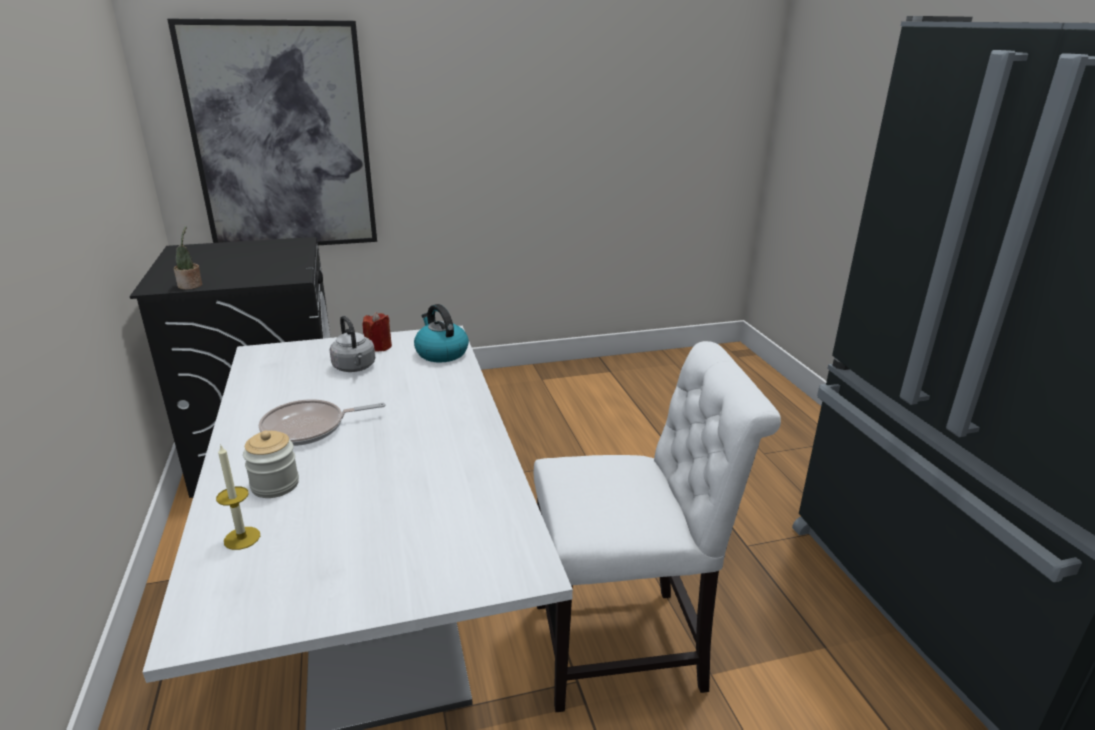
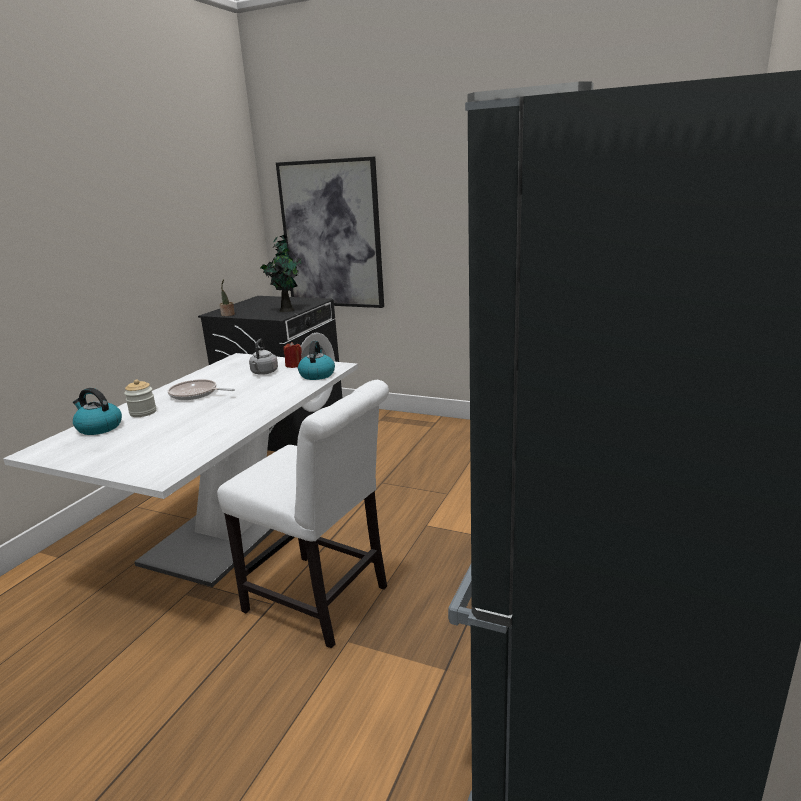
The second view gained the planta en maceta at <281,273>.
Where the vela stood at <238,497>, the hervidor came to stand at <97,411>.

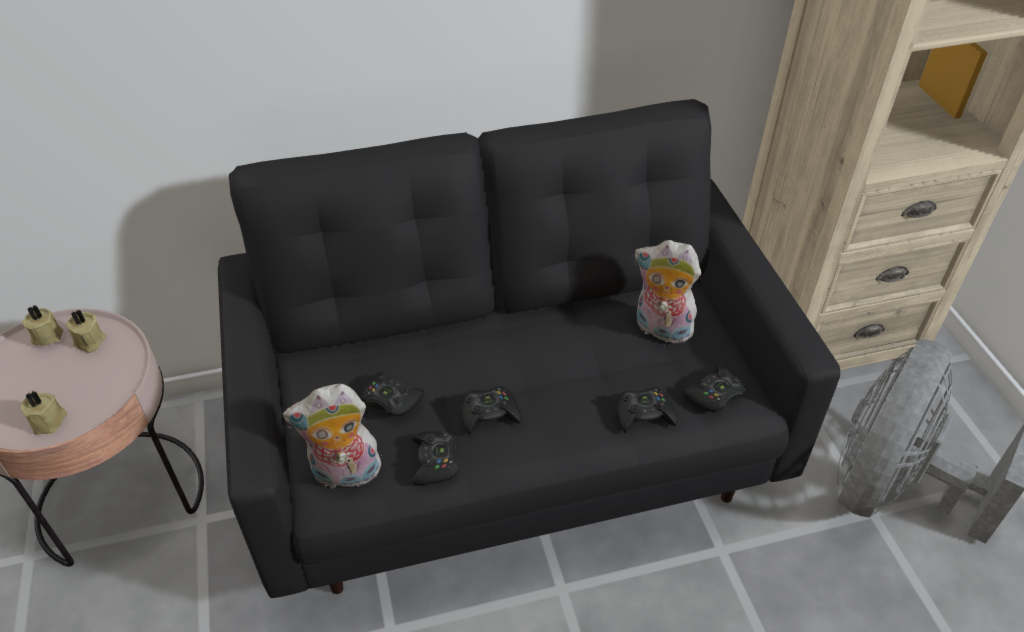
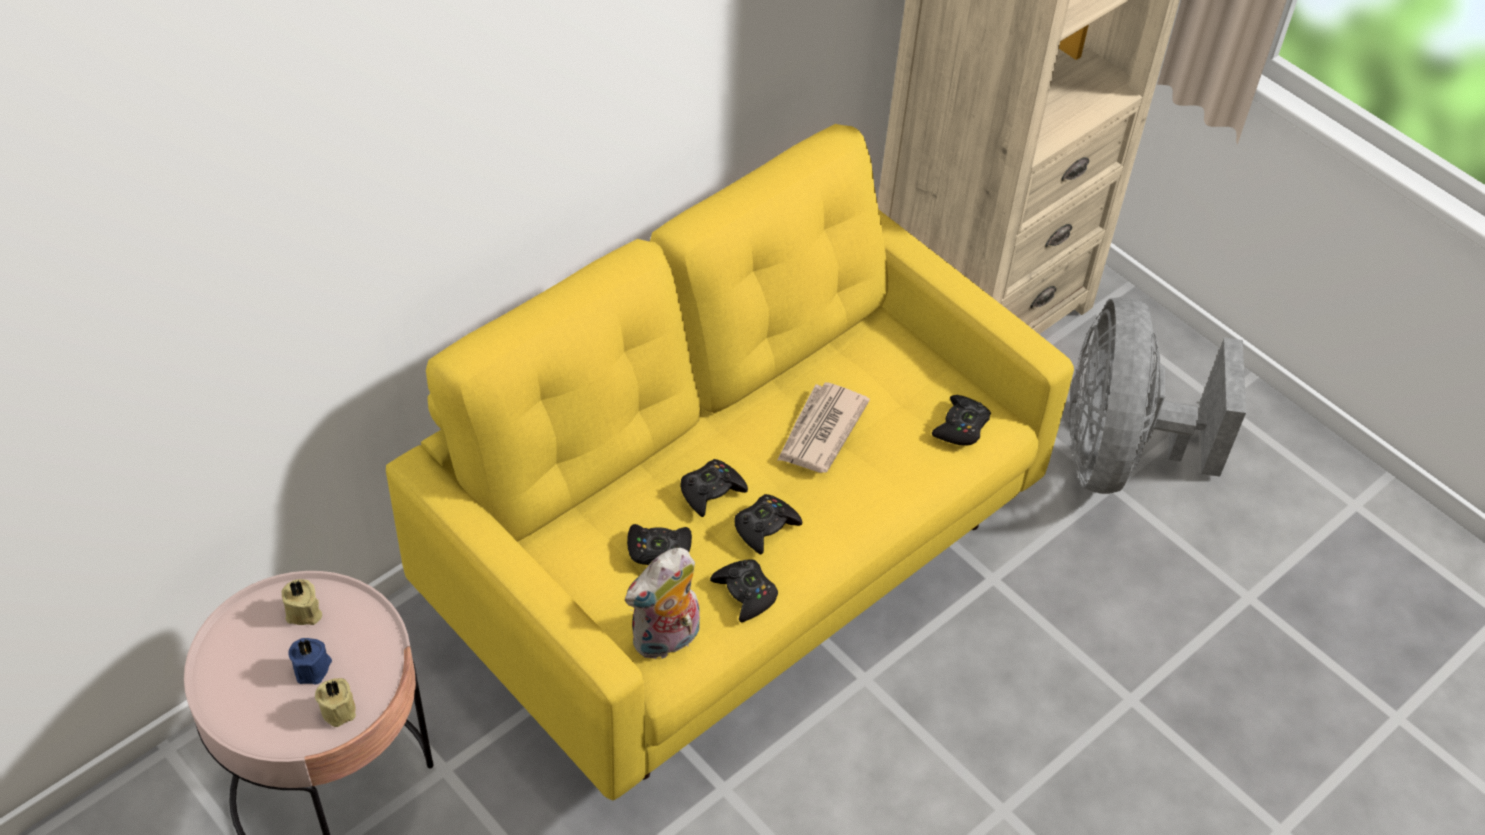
The second view lost the vela (beis) at <43,326>.
The second view lost the peluche at <668,291>.
The second view gained the vela (azul) at <310,661>.
The second view gained the periódico at <823,427>.
The mando de consola (negro) ended up elsewhere, having gone from <647,410> to <714,488>.
What was the sofá (negro) at <529,348> turned into the sofá (amarillo) at <730,462>.

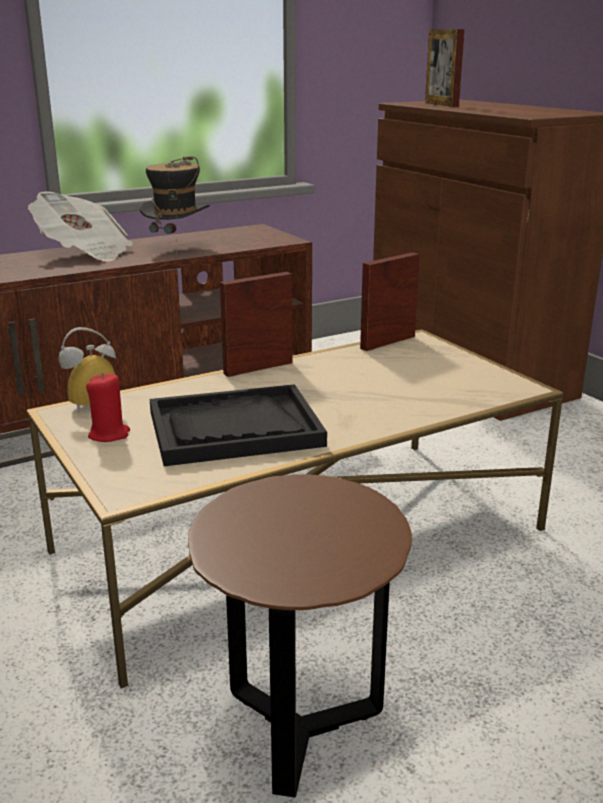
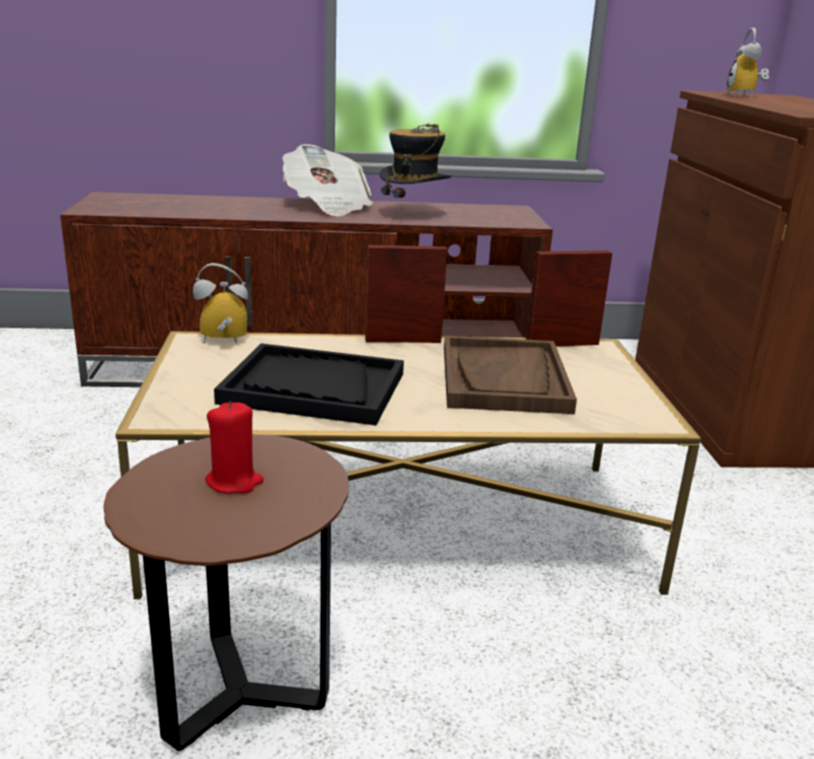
The second view gained the bandeja (marrón) at <510,375>.
The vela (rojo) ended up elsewhere, having gone from <108,407> to <234,448>.
Where the portarretratos stood at <445,68>, the despertador came to stand at <748,63>.

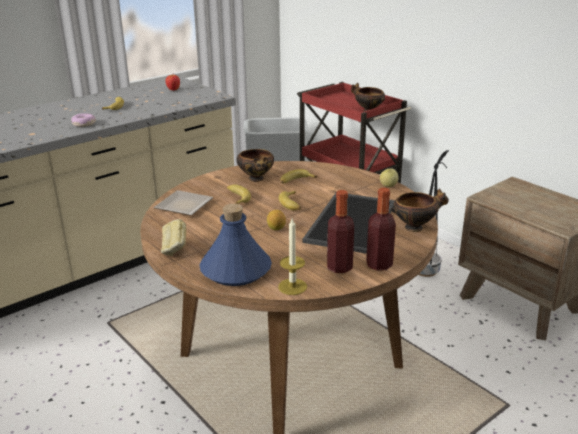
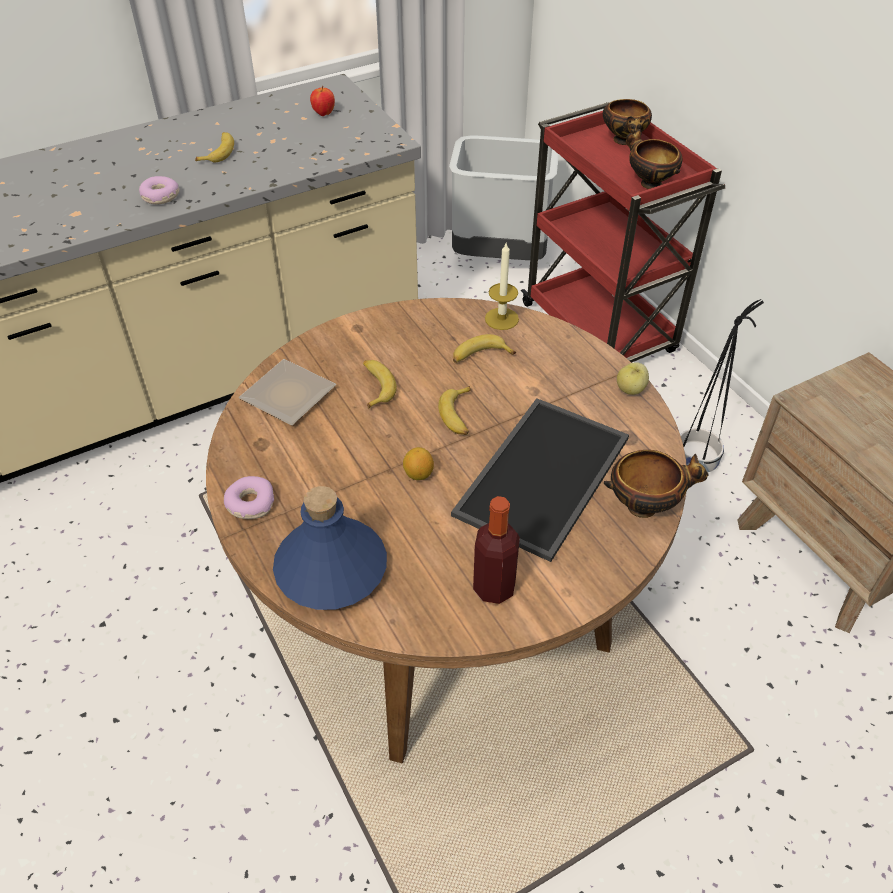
The second view lost the botella at <381,229>.
The cuenco ended up elsewhere, having gone from <255,165> to <627,122>.
The vela ended up elsewhere, having gone from <292,257> to <502,286>.
Where the pan stood at <173,237>, the rosquilla came to stand at <249,497>.

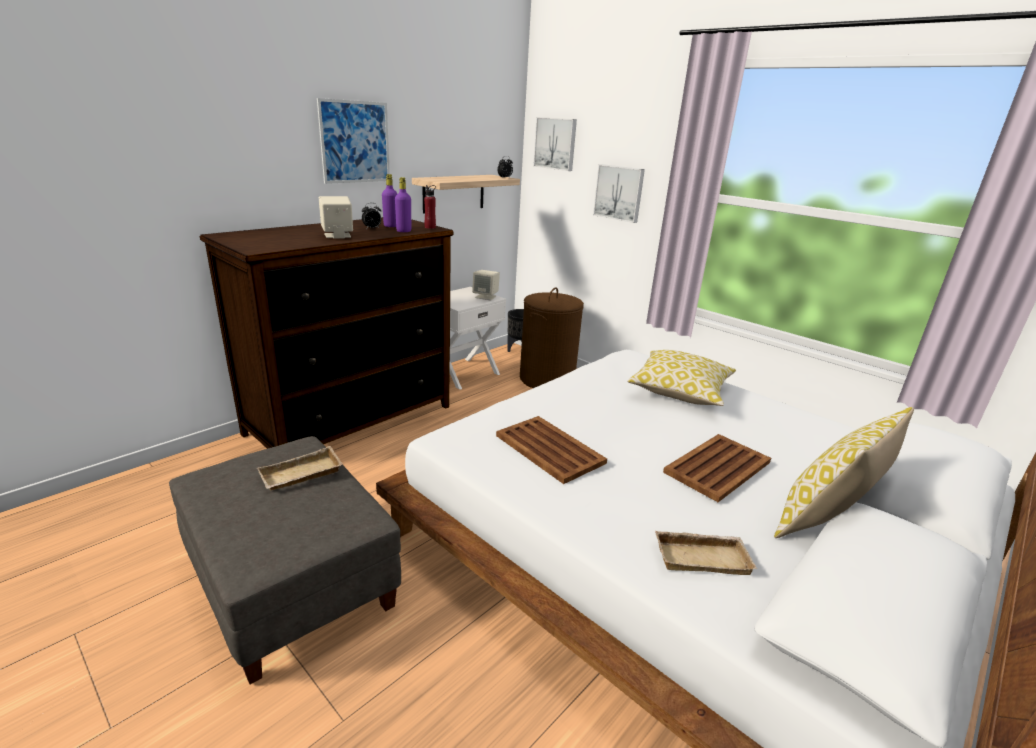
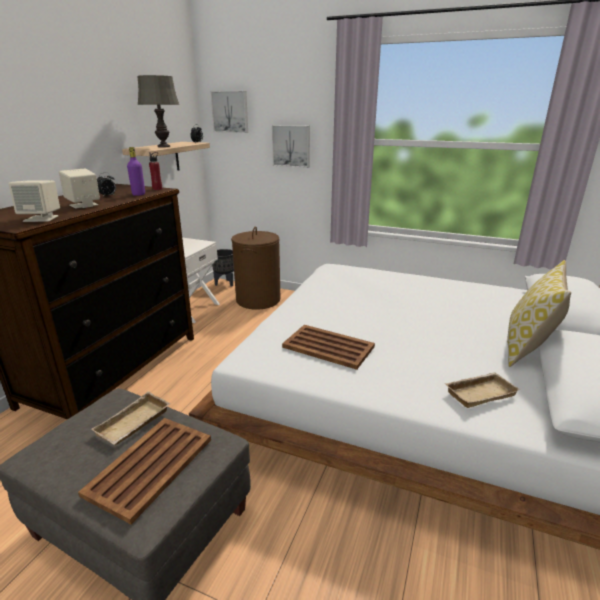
The second view lost the cuadro at <353,141>.
The second view lost the botella (morado) at <389,200>.
The second view lost the cojín at <681,378>.
The second view gained the lámpara de mesa (gris) at <158,111>.
The altavoz (beis) ended up elsewhere, having gone from <486,285> to <34,201>.
The bandeja (marrón) ended up elsewhere, having gone from <717,468> to <144,471>.

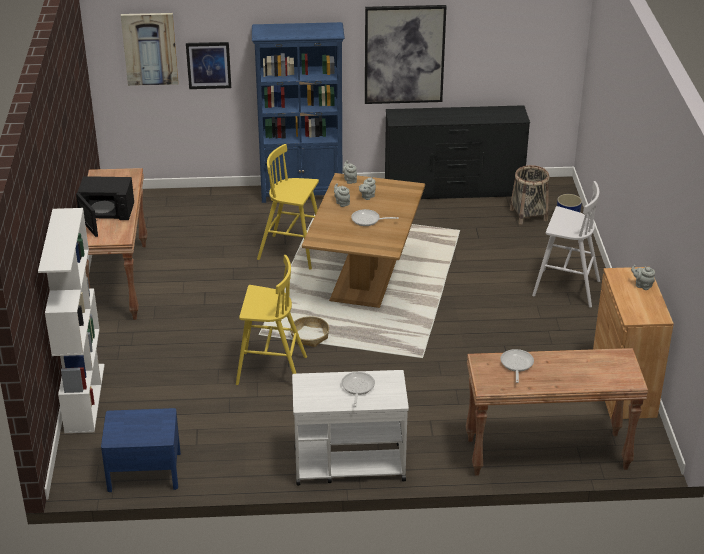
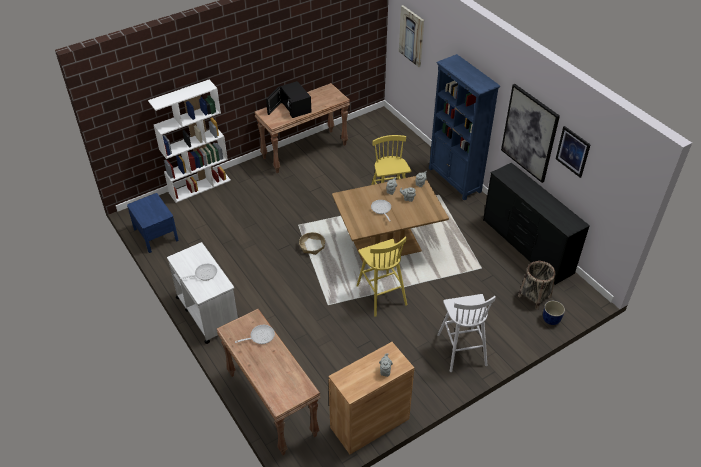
The cuadro ended up elsewhere, having gone from <208,65> to <573,152>.
The taburete (amarillo) ended up elsewhere, having gone from <271,320> to <381,276>.

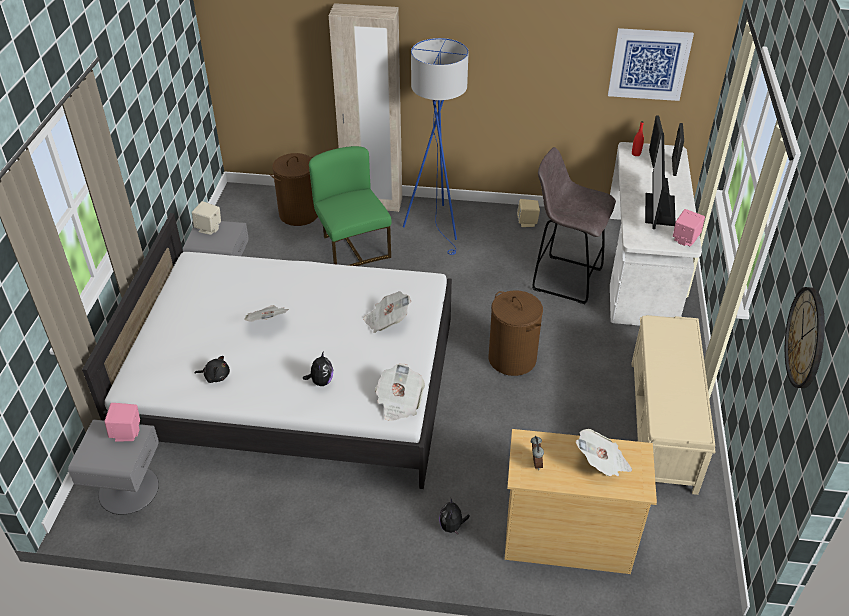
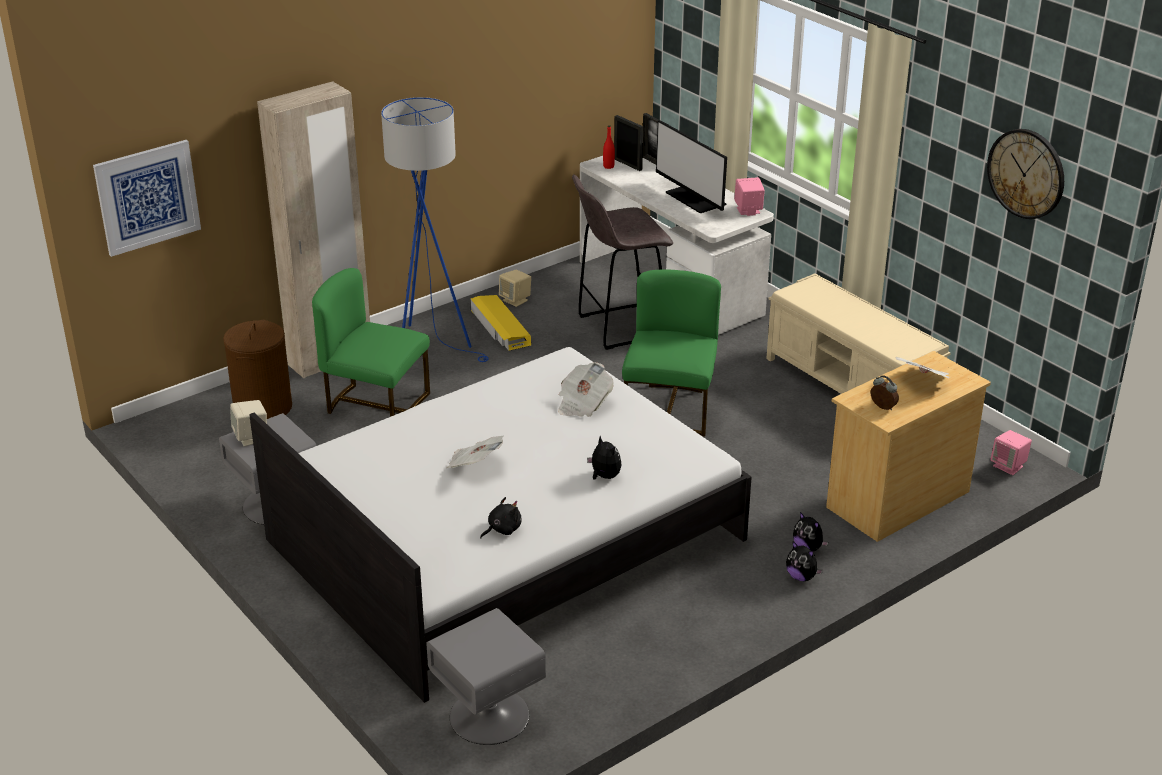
The second view lost the periódico at <400,392>.
The second view gained the caja de almacenaje (amarillo) at <500,323>.
The second view gained the peluche at <804,561>.
The altavoz (rosa) ended up elsewhere, having gone from <122,422> to <1011,452>.
The cuadro ended up elsewhere, having gone from <651,64> to <147,198>.
Where the cesto de la ropa (marrón) stood at <516,333>, the silla (verde) came to stand at <671,353>.

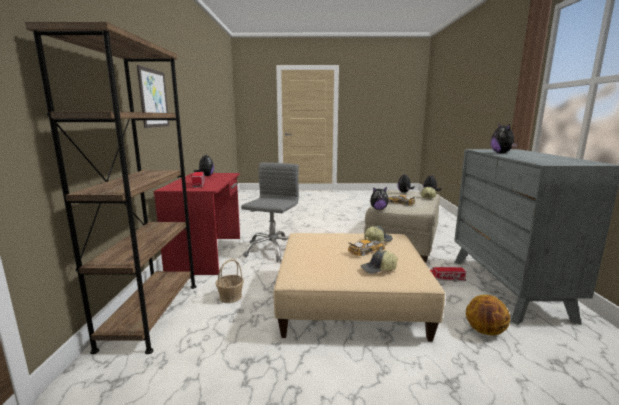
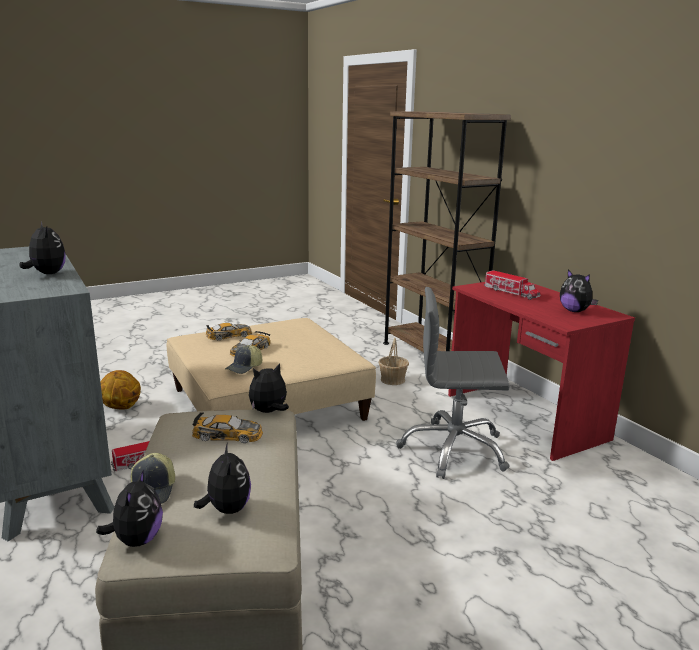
The second view lost the cuadro at <153,96>.
Where the gorra stood at <379,262>, the coche de juguete came to stand at <229,332>.
The silla de oficina (gris) at <270,212> ended up facing another way, 105 degrees clockwise from before.

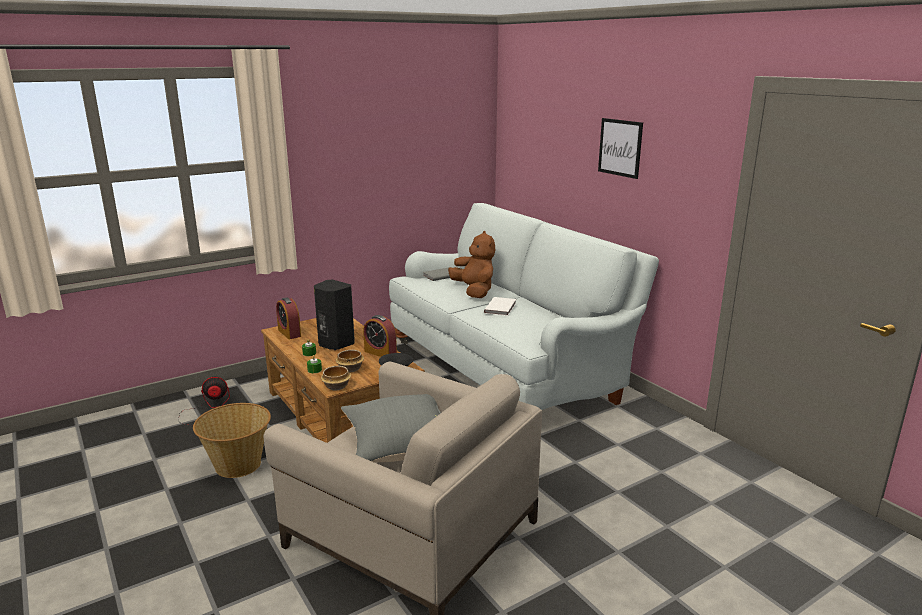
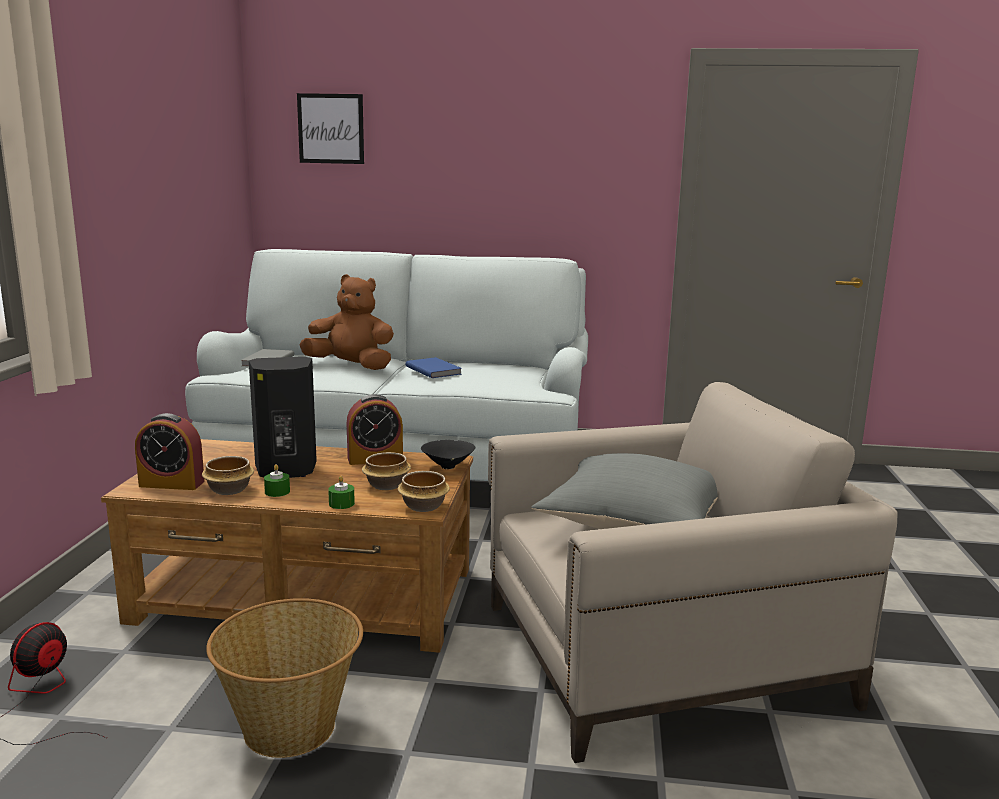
The second view gained the cuenco at <228,475>.
The cuadro ended up elsewhere, having gone from <620,148> to <330,128>.
What was the libro (blanco) at <500,306> turned into the libro (azul) at <434,367>.

